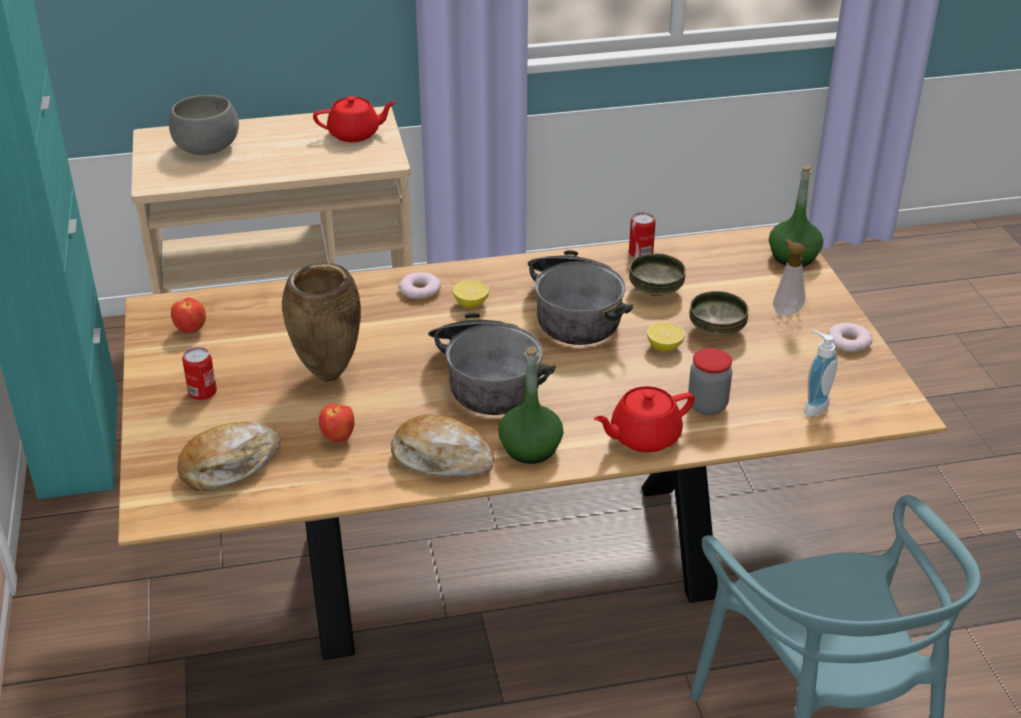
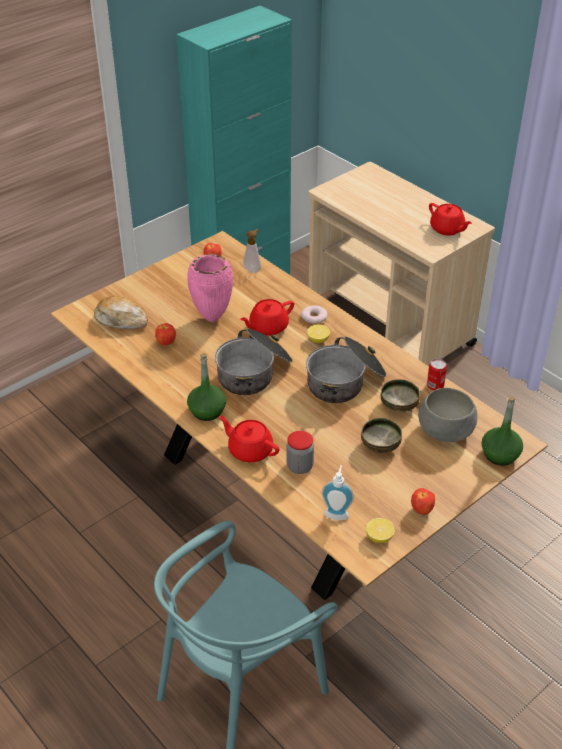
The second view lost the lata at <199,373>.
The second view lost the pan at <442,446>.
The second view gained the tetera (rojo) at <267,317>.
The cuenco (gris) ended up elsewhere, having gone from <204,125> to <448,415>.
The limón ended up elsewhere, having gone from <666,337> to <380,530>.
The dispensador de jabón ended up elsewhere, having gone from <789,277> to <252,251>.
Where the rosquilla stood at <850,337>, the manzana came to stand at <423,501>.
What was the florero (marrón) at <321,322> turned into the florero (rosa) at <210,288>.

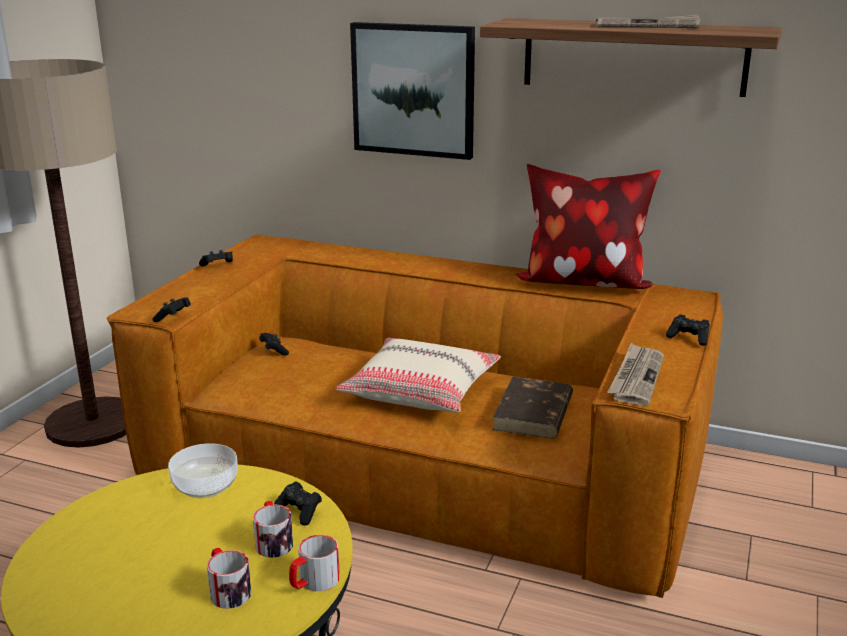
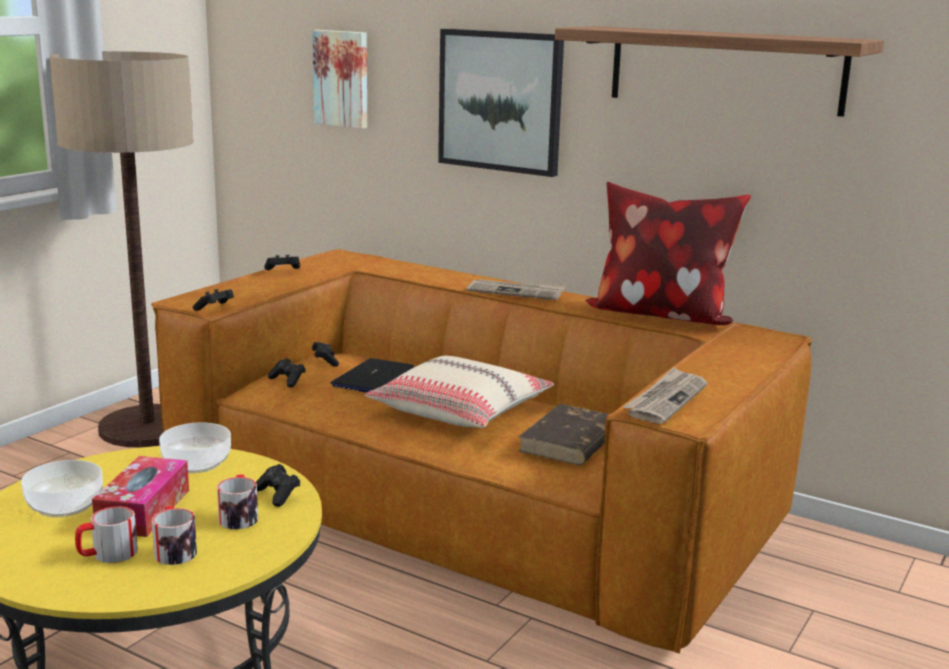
The second view gained the cuenco at <62,488>.
The second view gained the caja de pañuelos at <140,496>.
The second view gained the cuadro at <339,79>.
The second view gained the portátil at <372,375>.
The taza grande ended up elsewhere, having gone from <314,563> to <106,534>.
The periódico ended up elsewhere, having gone from <648,21> to <516,289>.
The mando de consola (negro) ended up elsewhere, having gone from <688,330> to <287,373>.

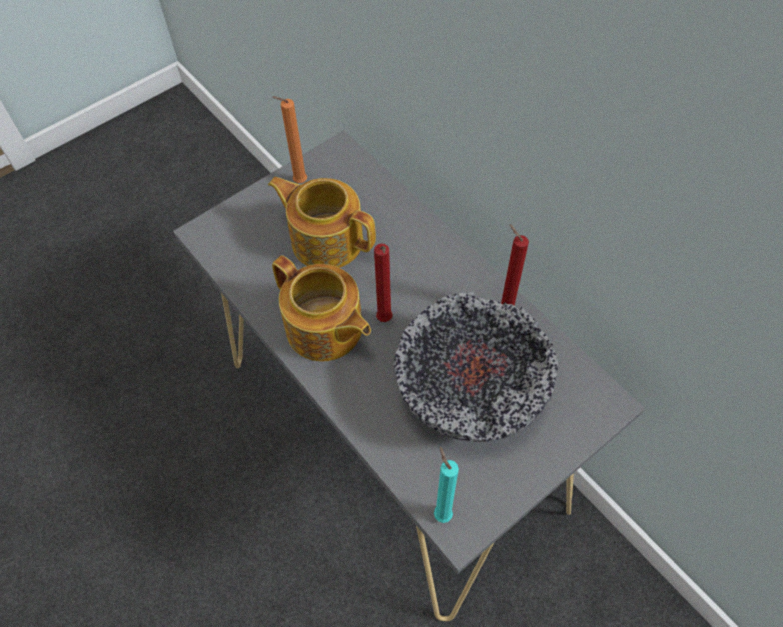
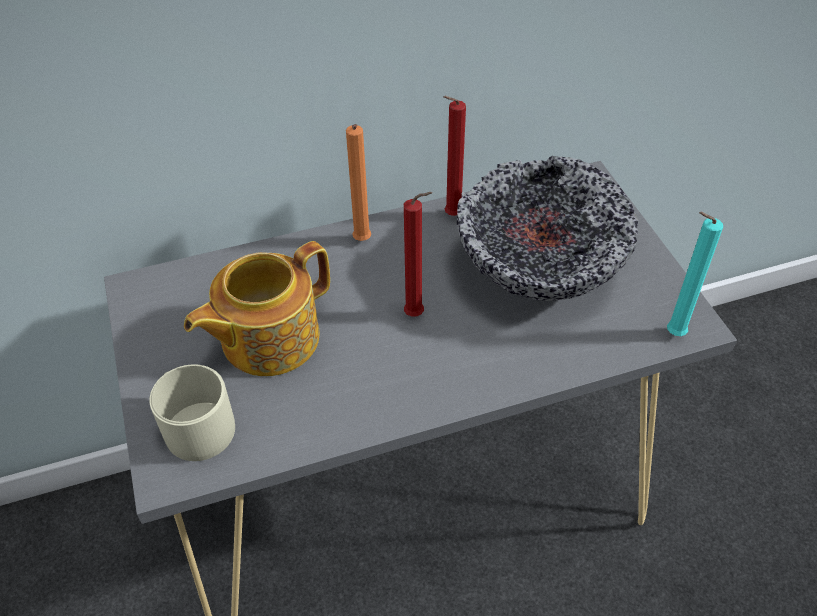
The second view lost the tetera at <321,308>.
The second view gained the taza grande (beis) at <192,412>.
The vela (naranja) ended up elsewhere, having gone from <289,139> to <358,182>.

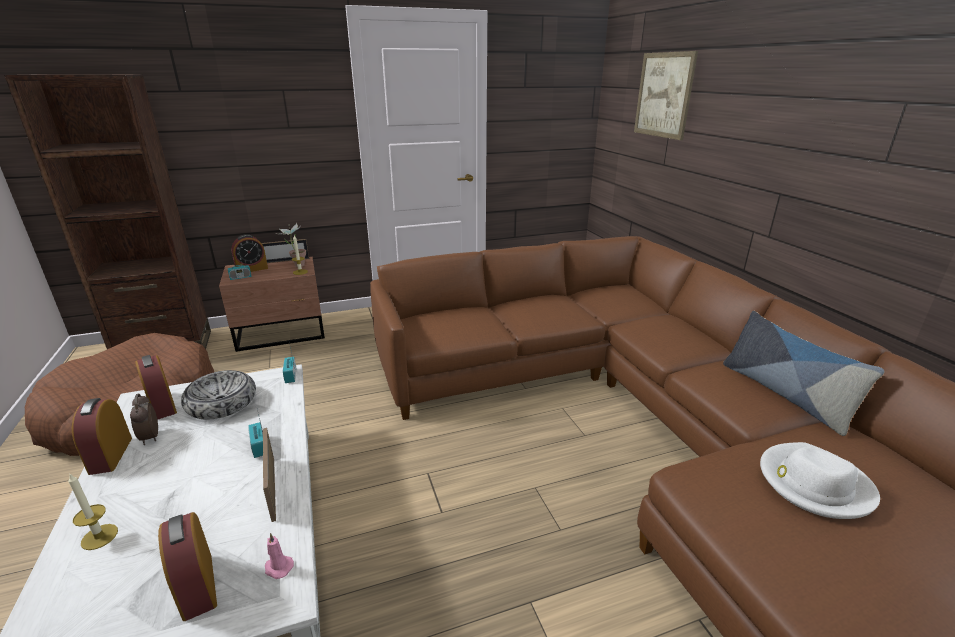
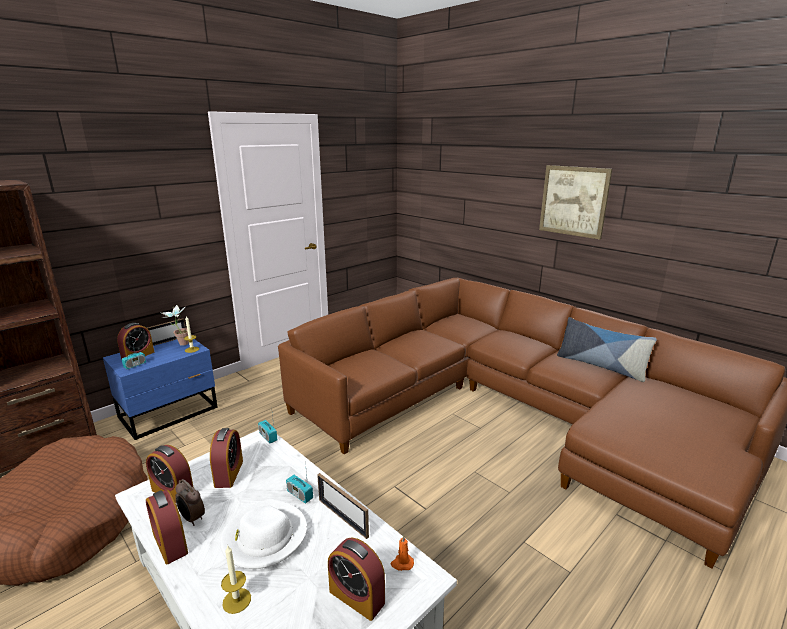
The cuadro ended up elsewhere, having gone from <666,95> to <575,202>.
The sombrero (blanco) ended up elsewhere, having gone from <820,480> to <263,534>.
Where the cuenco stood at <218,395>, the despertador came to stand at <226,458>.
What was the mesita de noche (marrón) at <272,304> turned into the mesita de noche (azul) at <160,389>.
What was the vela (rosa) at <279,556> turned into the vela (naranja) at <402,553>.

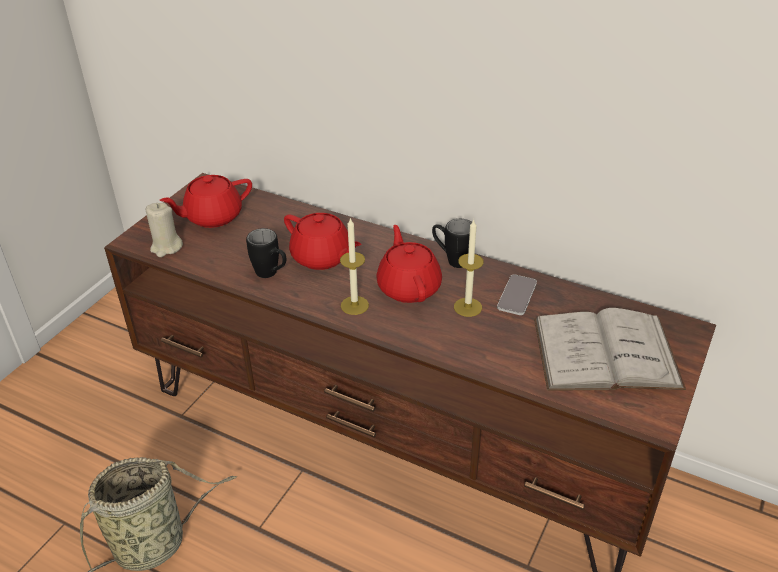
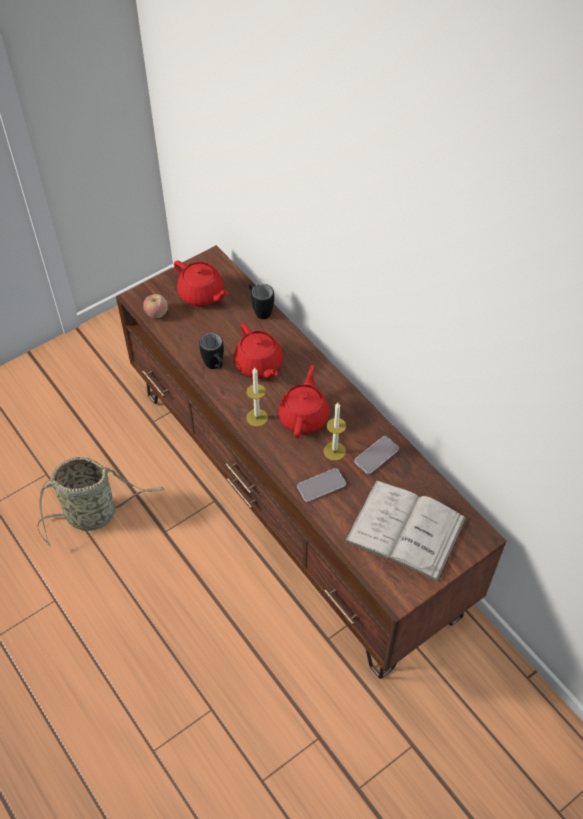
The second view gained the móvil at <321,485>.
The taza grande (negro) ended up elsewhere, having gone from <452,243> to <261,300>.
Where the vela (beis) stood at <164,230>, the manzana came to stand at <155,306>.
The tetera (rojo) at <205,201> ended up facing another way, 135 degrees counterclockwise from before.

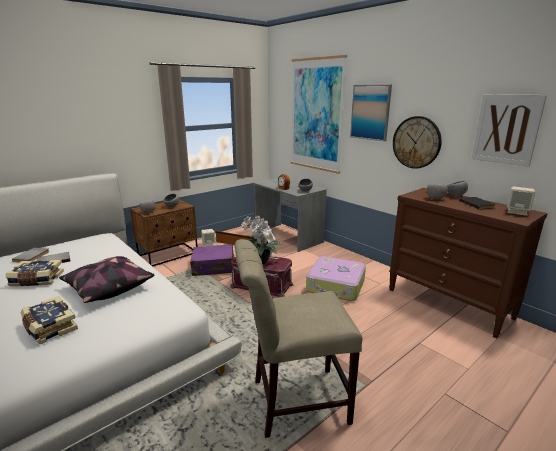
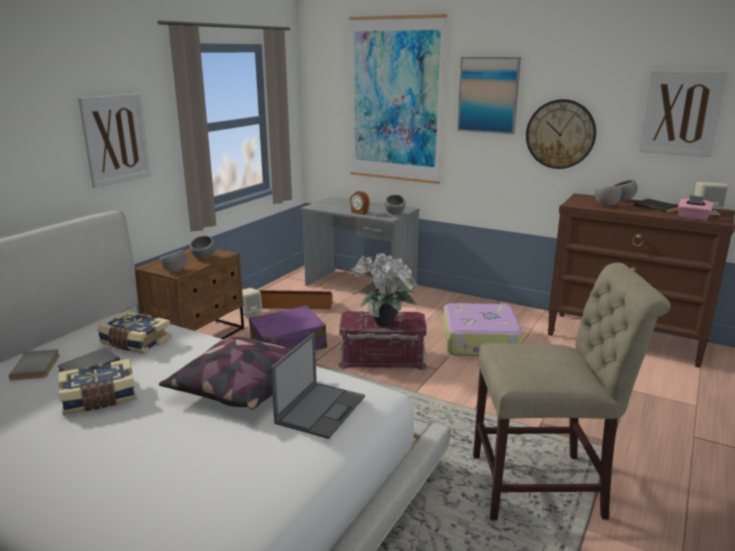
The second view gained the cuadro at <114,140>.
The second view gained the portátil at <318,386>.
The second view gained the caja de pañuelos (rosa) at <696,208>.
The libro ended up elsewhere, having gone from <49,320> to <134,332>.
The silla (beis) at <298,338> ended up facing another way, 150 degrees counterclockwise from before.

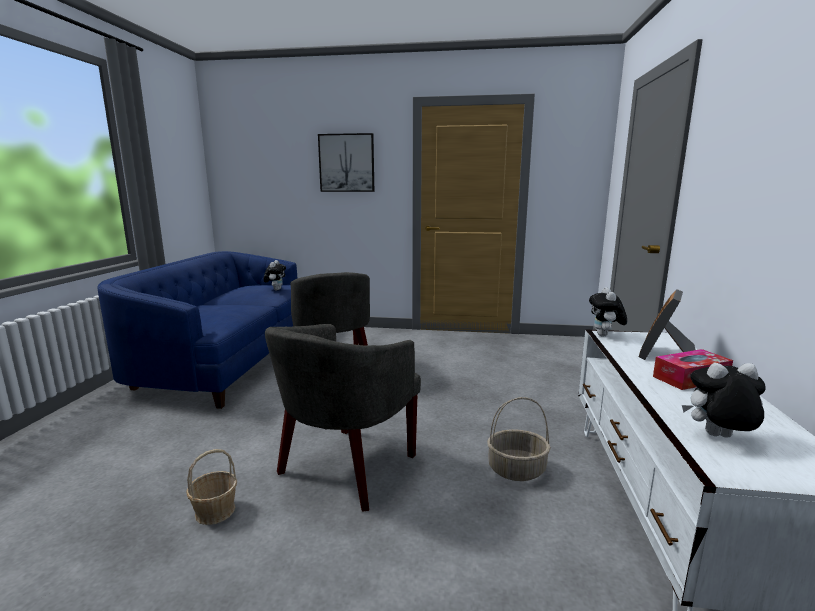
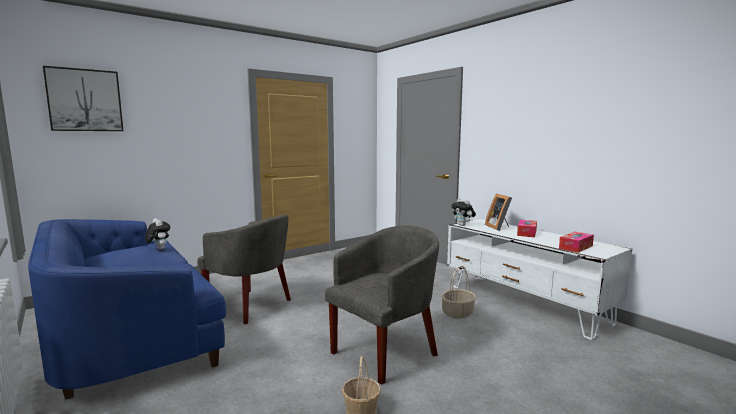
The cuadro ended up elsewhere, having gone from <346,162> to <83,98>.
Where the peluche stood at <724,400>, the caja de pañuelos came to stand at <576,242>.
The sillón (gris) at <343,417> ended up facing another way, 120 degrees counterclockwise from before.

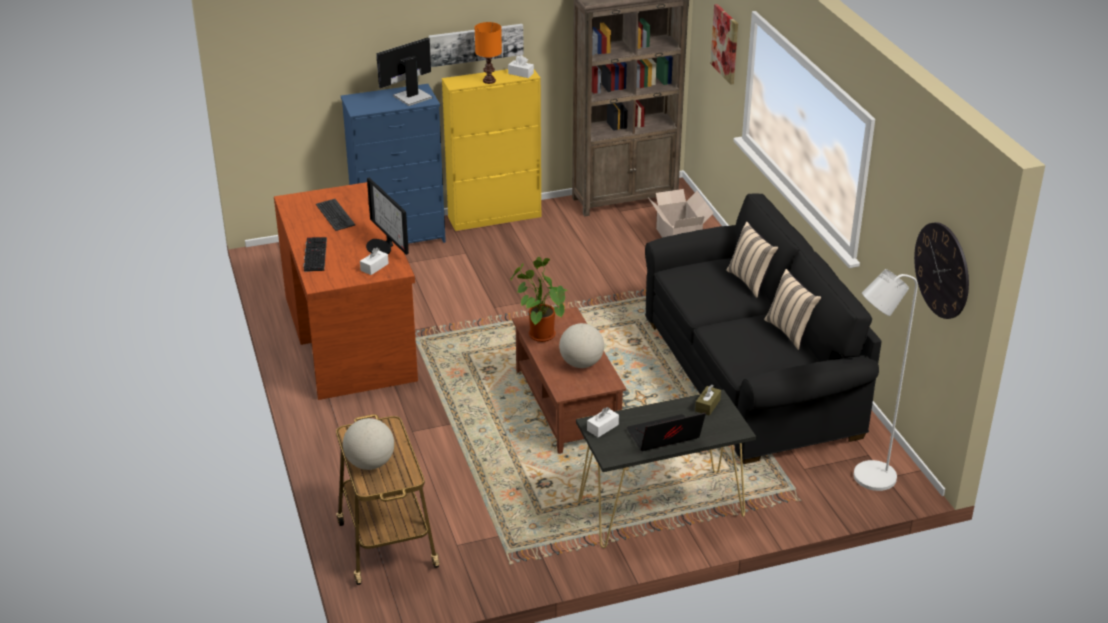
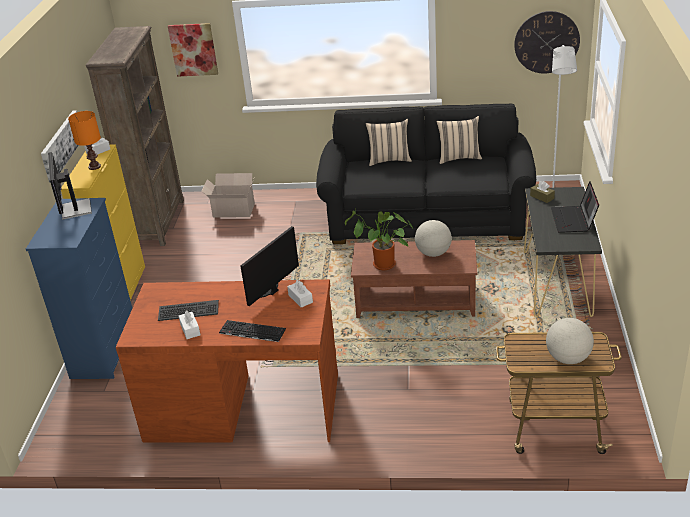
The caja de pañuelos (blanco) ended up elsewhere, having gone from <603,422> to <189,324>.
The monitor at <387,216> ended up facing another way, 135 degrees clockwise from before.

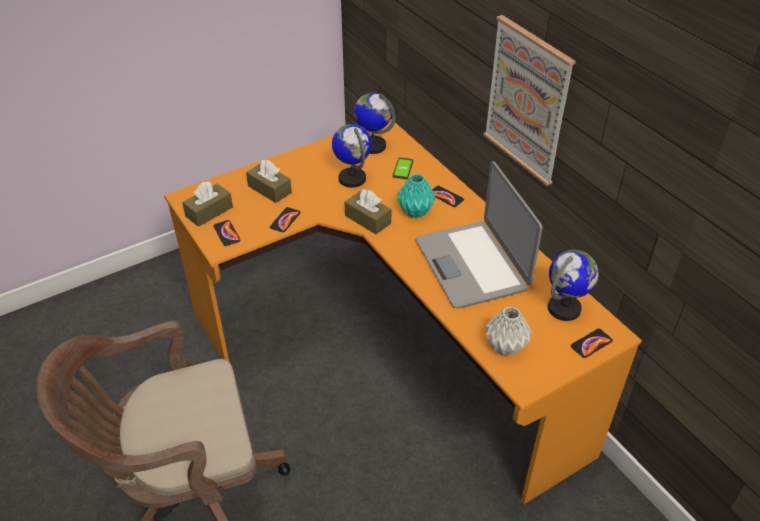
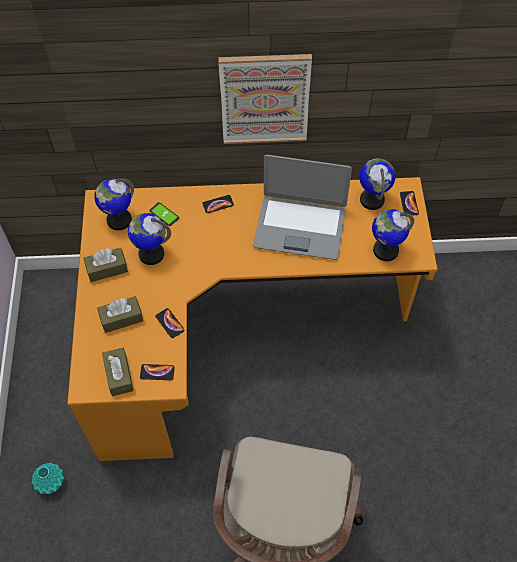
The caja de pañuelos (marrón) ended up elsewhere, having gone from <367,211> to <106,264>.
The florero (turquesa) ended up elsewhere, having gone from <416,196> to <48,478>.
Where the florero (gris) stood at <509,331>, the globo terráqueo came to stand at <393,235>.

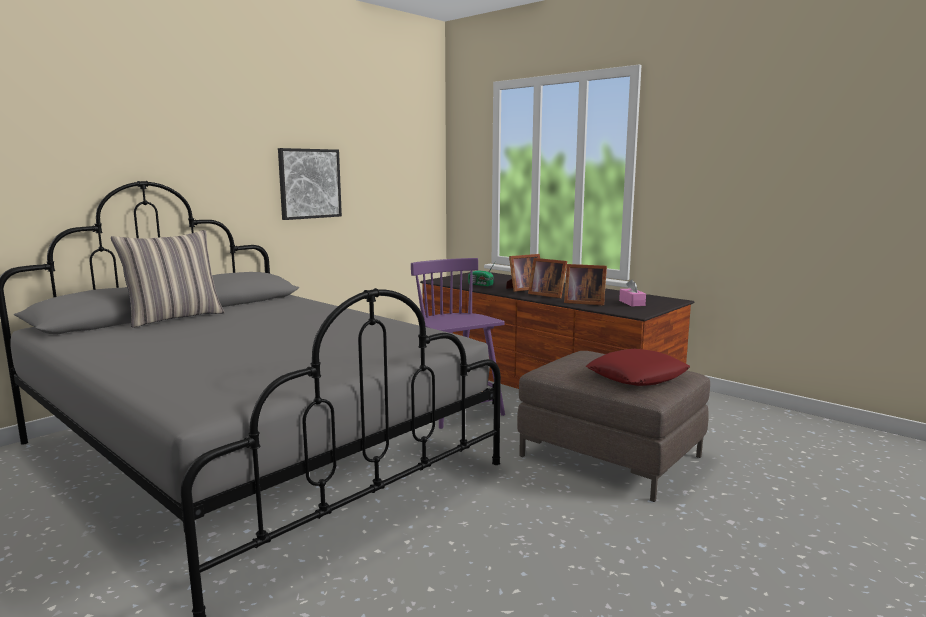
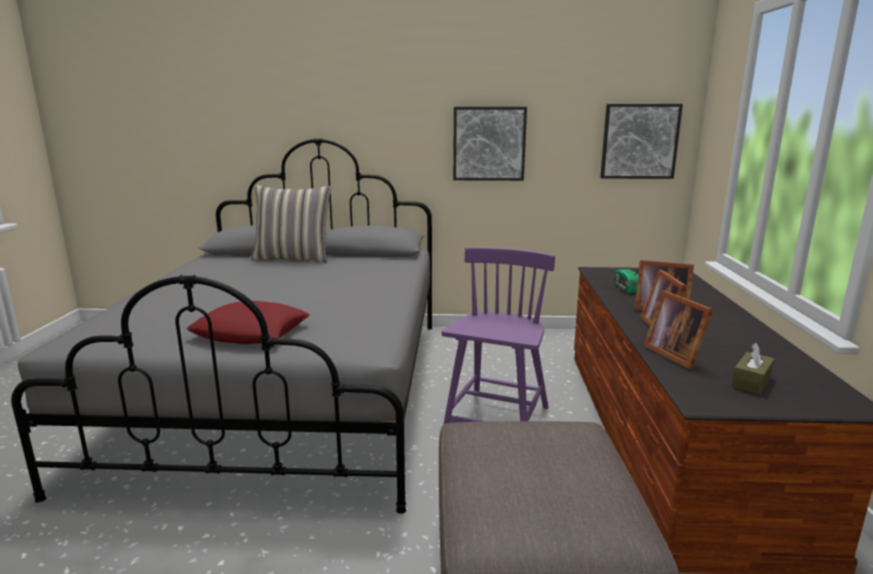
The second view gained the cuadro at <641,141>.
The cojín (rojo) ended up elsewhere, having gone from <638,367> to <248,322>.
What was the caja de pañuelos (rosa) at <632,292> turned into the caja de pañuelos (marrón) at <753,368>.

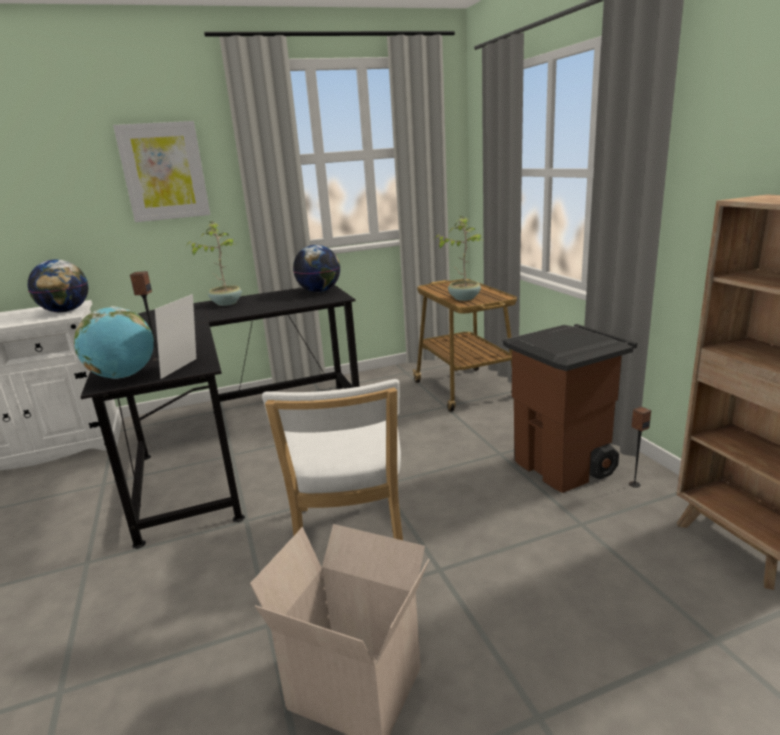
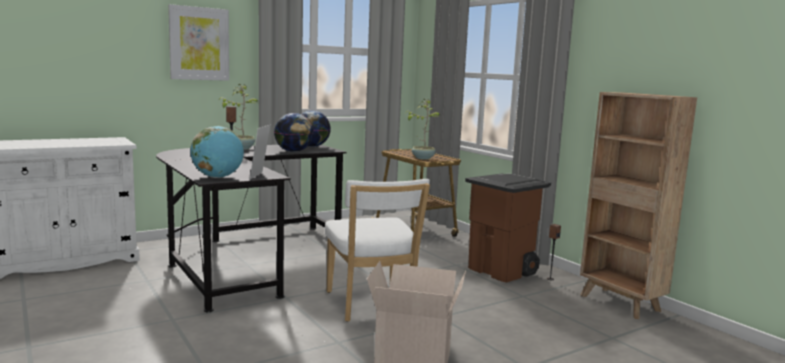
The globo terráqueo ended up elsewhere, having gone from <58,285> to <294,132>.

